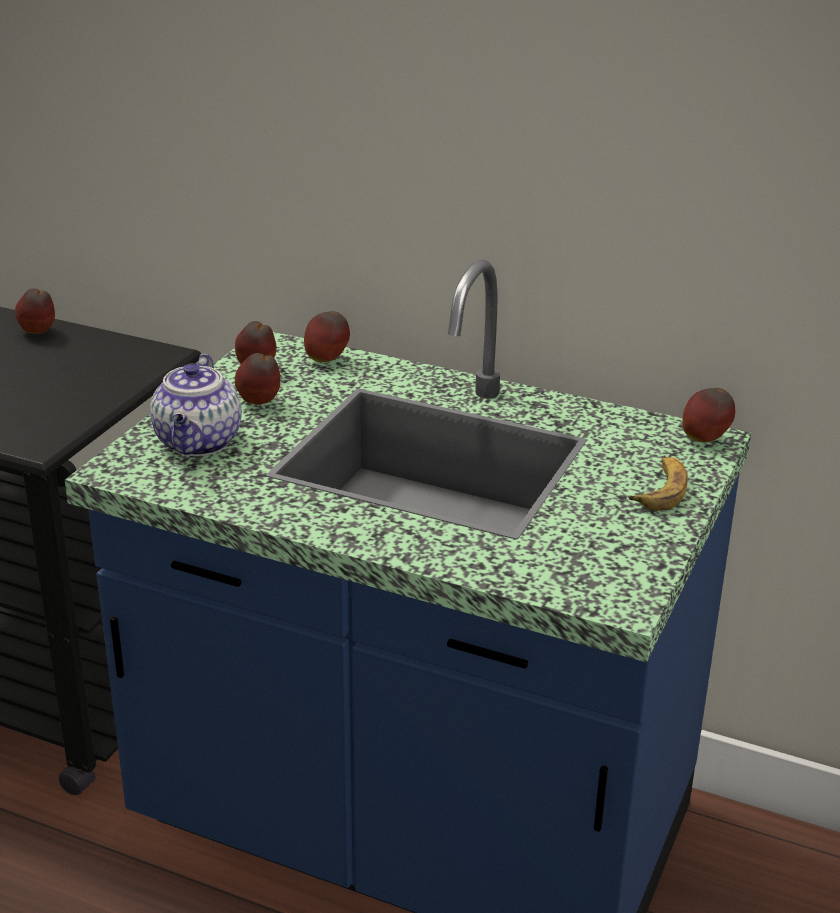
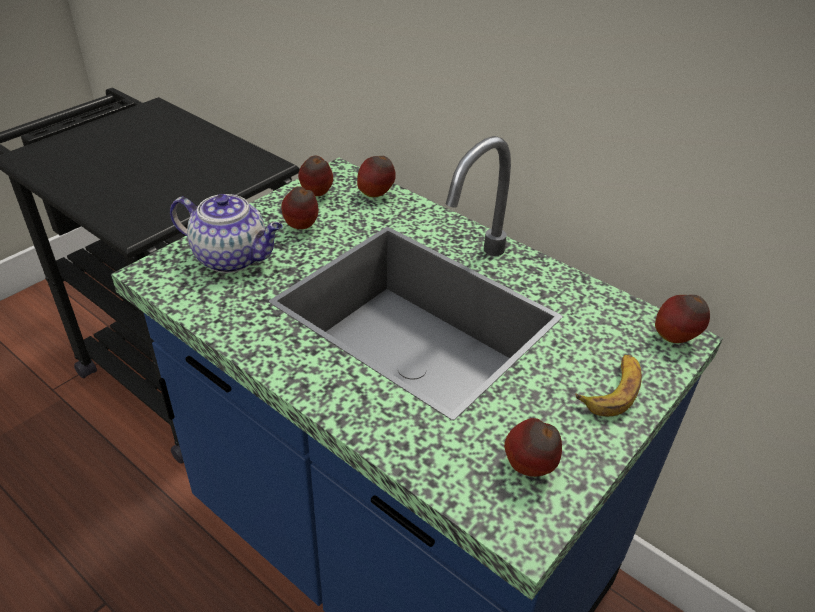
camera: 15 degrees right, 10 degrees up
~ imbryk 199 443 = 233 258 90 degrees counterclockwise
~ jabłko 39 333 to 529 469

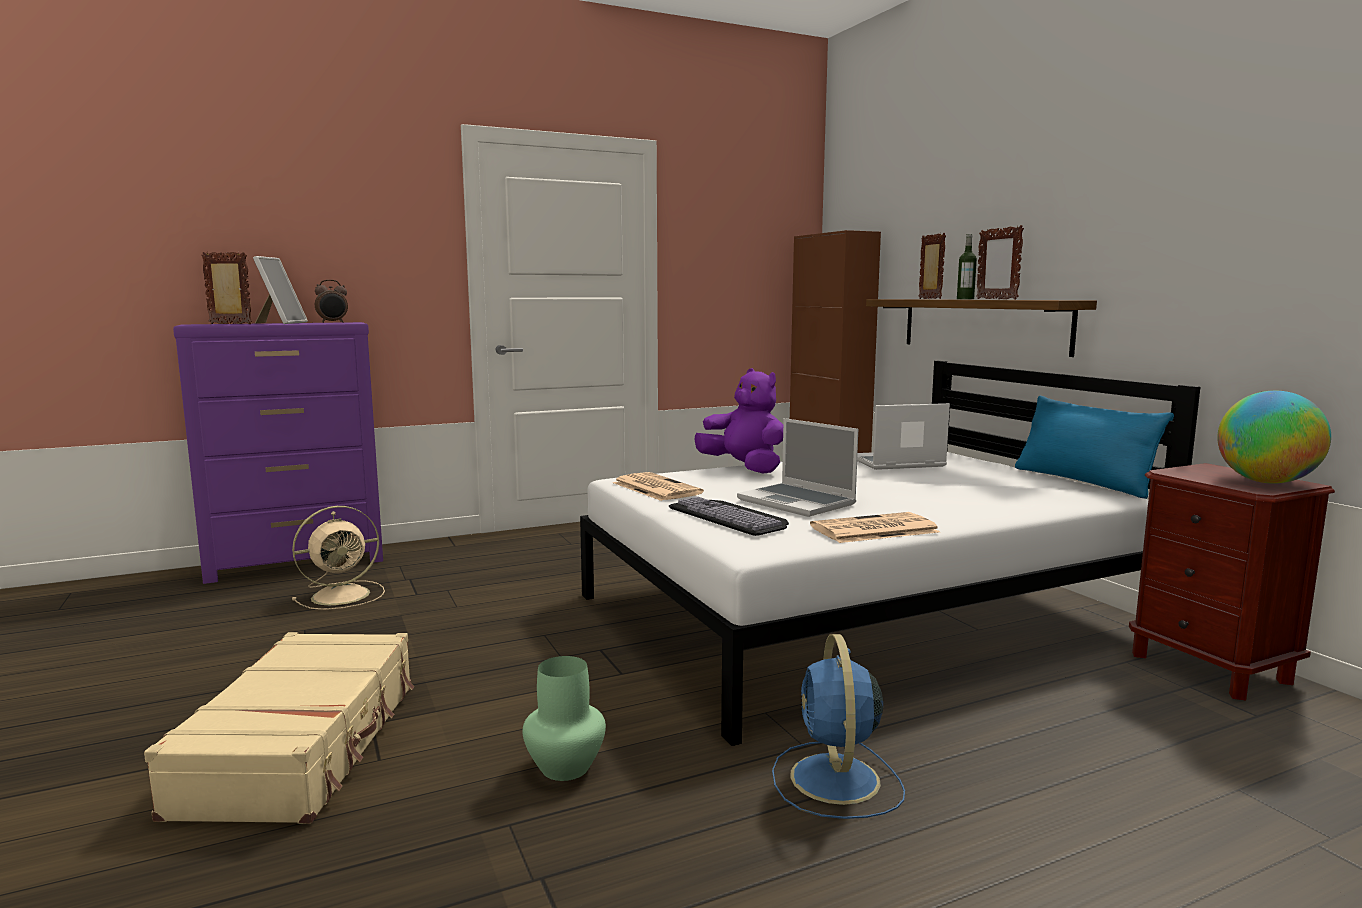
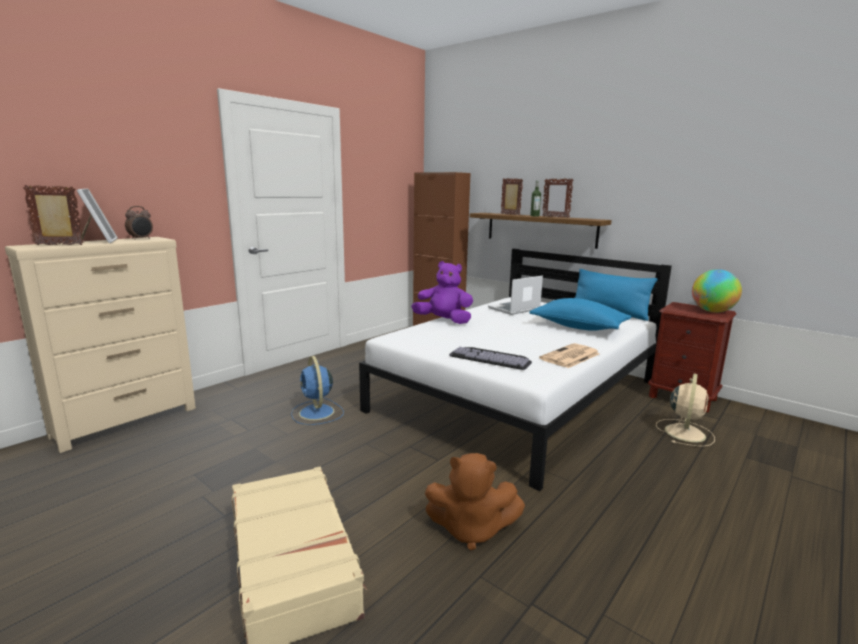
camera: 25 degrees left, 5 degrees up
~ komoda (fioletowy) 298 564 to komoda (beżowy) 128 422
~ wentylator (niebieski) 835 781 to 317 413
~ wazon (zielony) 564 768 to pluszak (brązowy) 471 530
+ poduszka (niebieski) 578 327
~ wentylator (beżowy) 343 595 to 685 432
- gazeta 655 488
- laptop 798 502

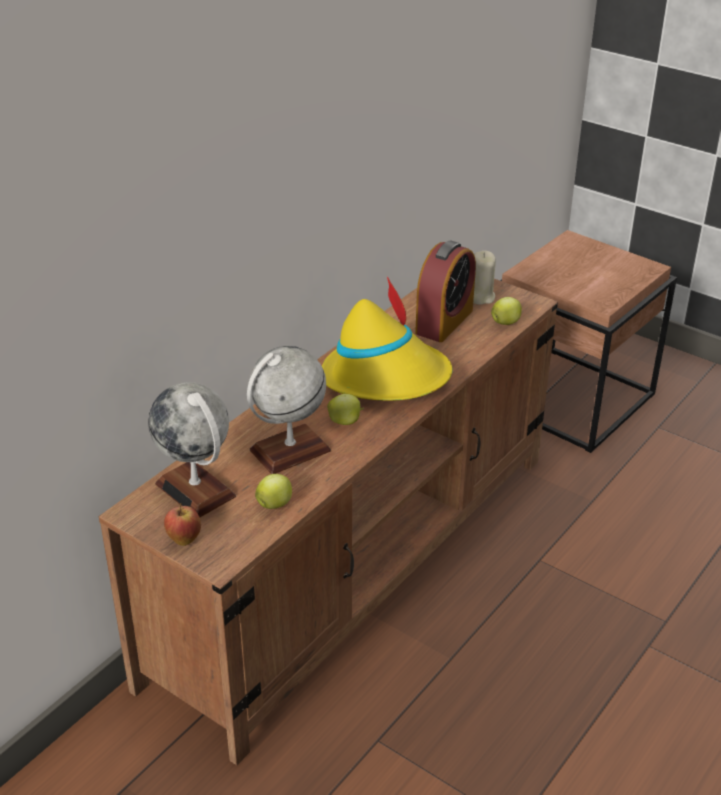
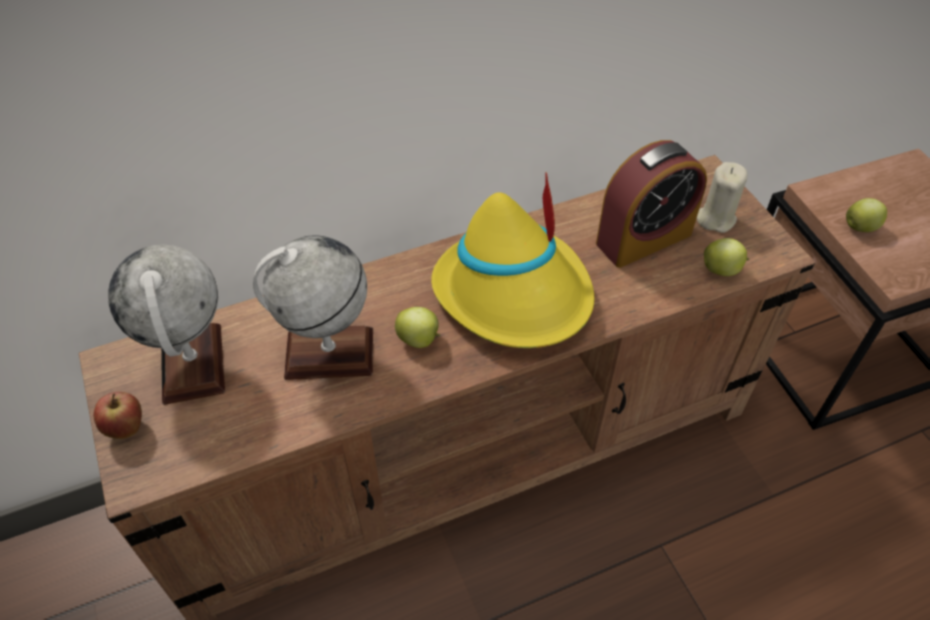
camera: 30 degrees right, 15 degrees up
~ jabłko 275 504 to 860 227

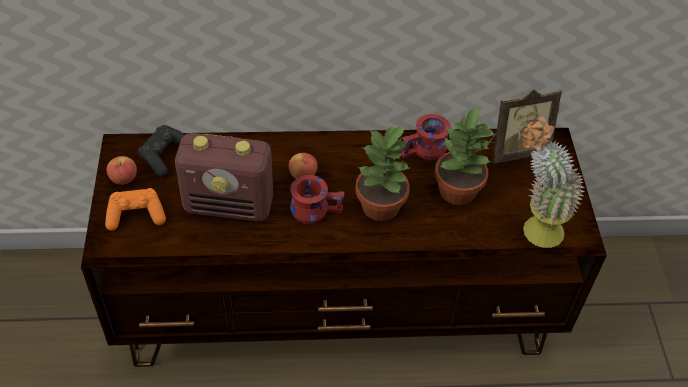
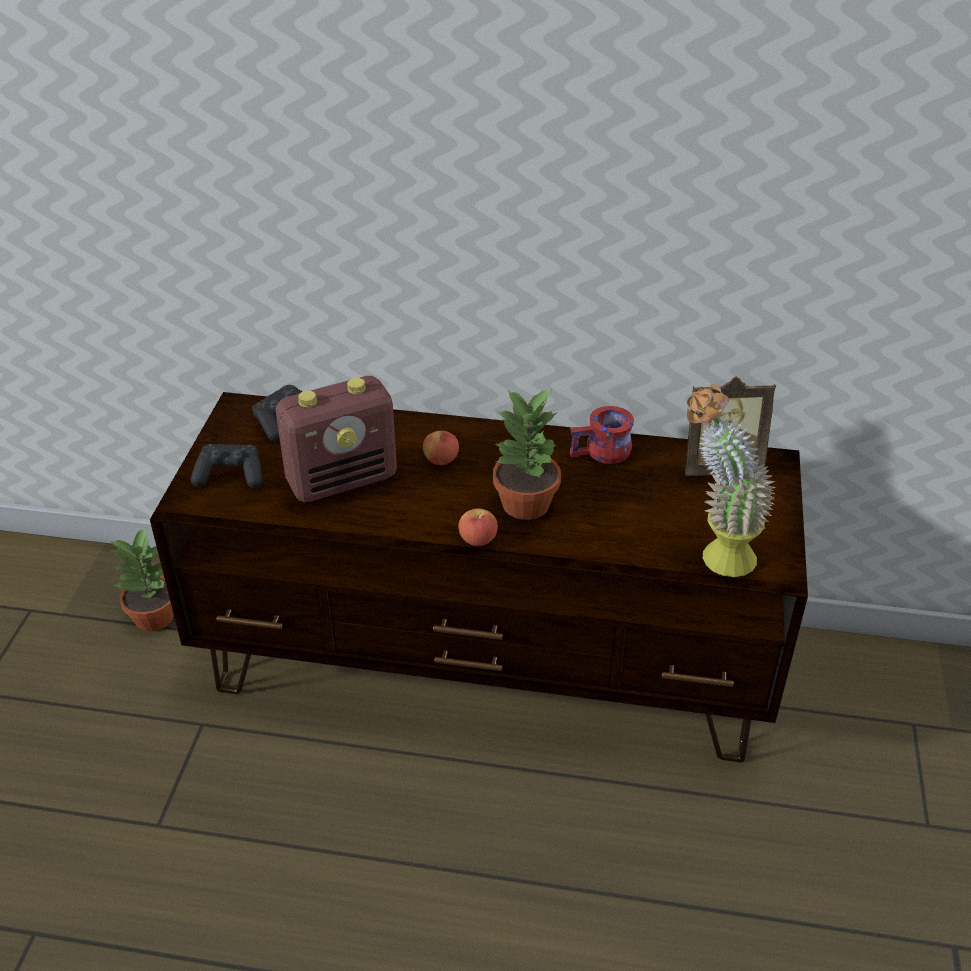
camera: 15 degrees right, 10 degrees down
~ roślina doniczkowa 456 191 to 153 617
~ pad do gier (pomarańczowy) 136 215 to pad do gier (czarny) 230 476
~ radio 230 205 = 343 480 45 degrees counterclockwise
~ jabłko 123 178 to 478 539
- kubek (czerwony) 315 208

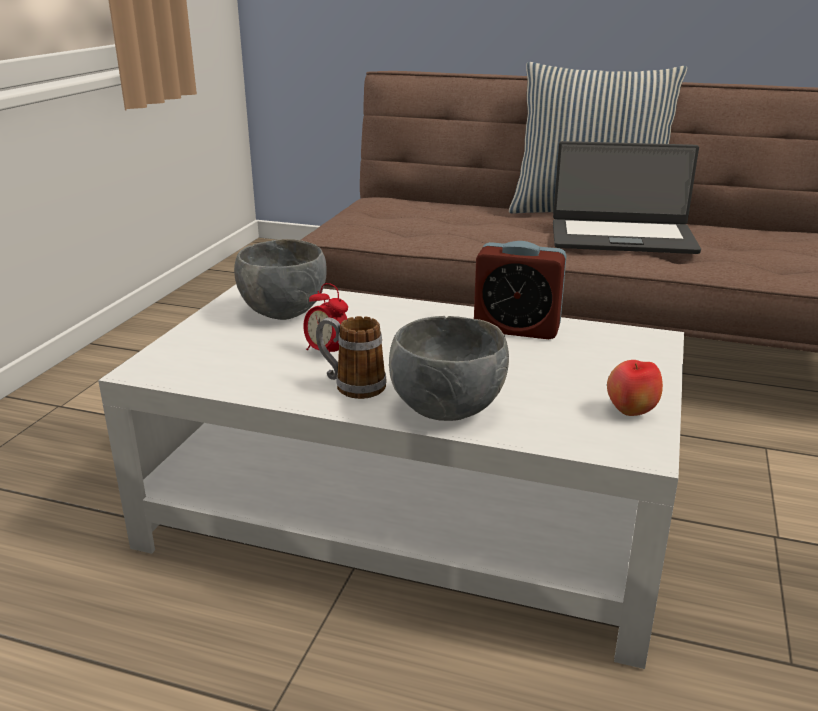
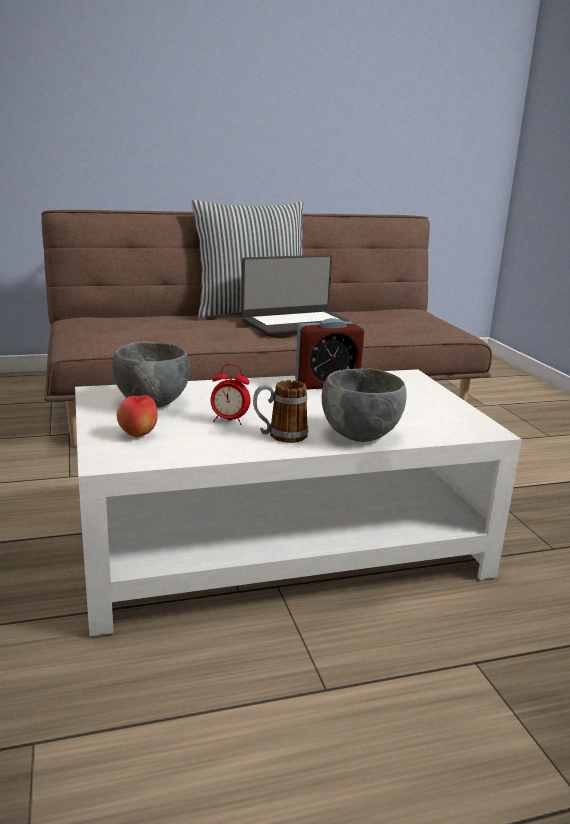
camera: 35 degrees left, 5 degrees down
~ jabłko 630 412 to 137 435

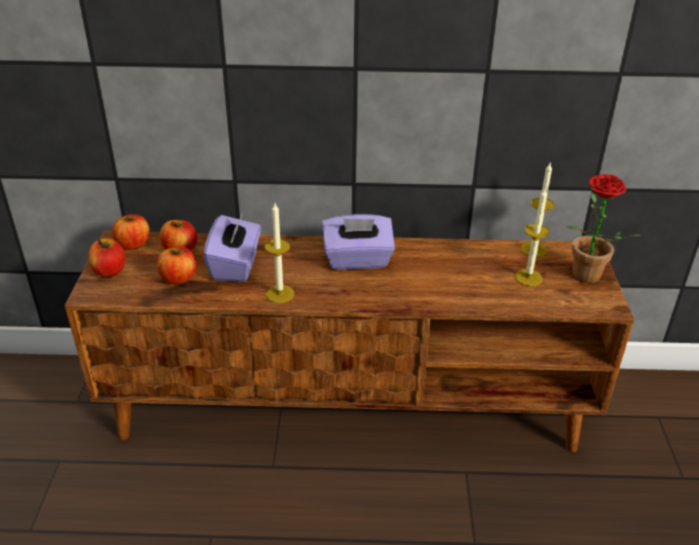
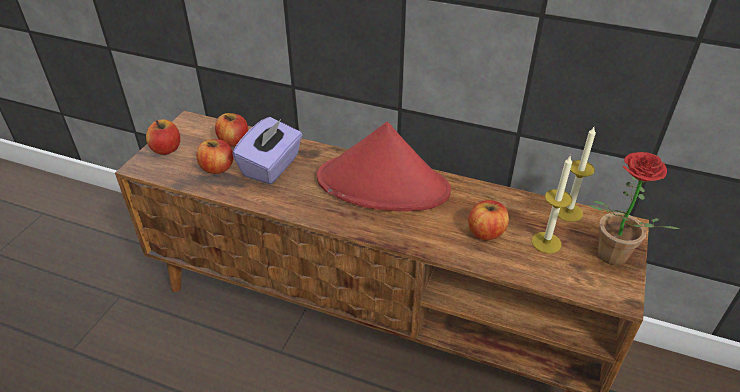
camera: 20 degrees right, 5 degrees up
~ pudełko chusteczek (fioletowy) 357 260 to kapelusz (czerwony) 383 185
~ jabłko 133 244 to 486 232
- świeca 280 294

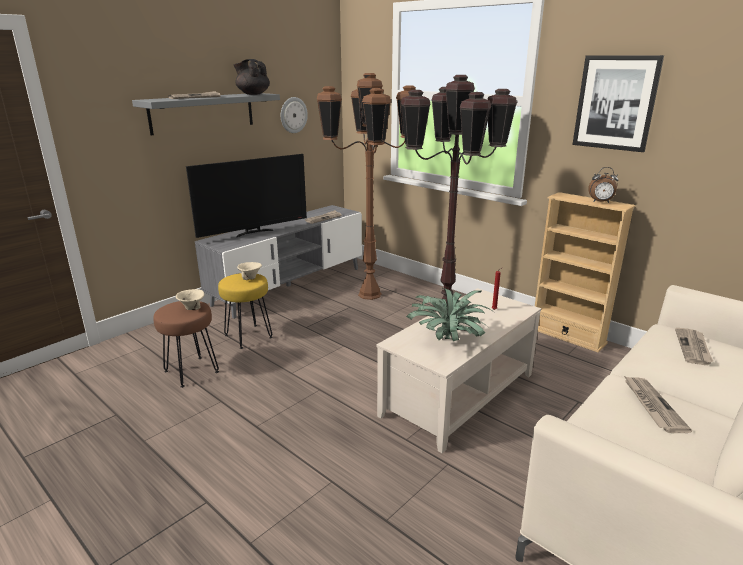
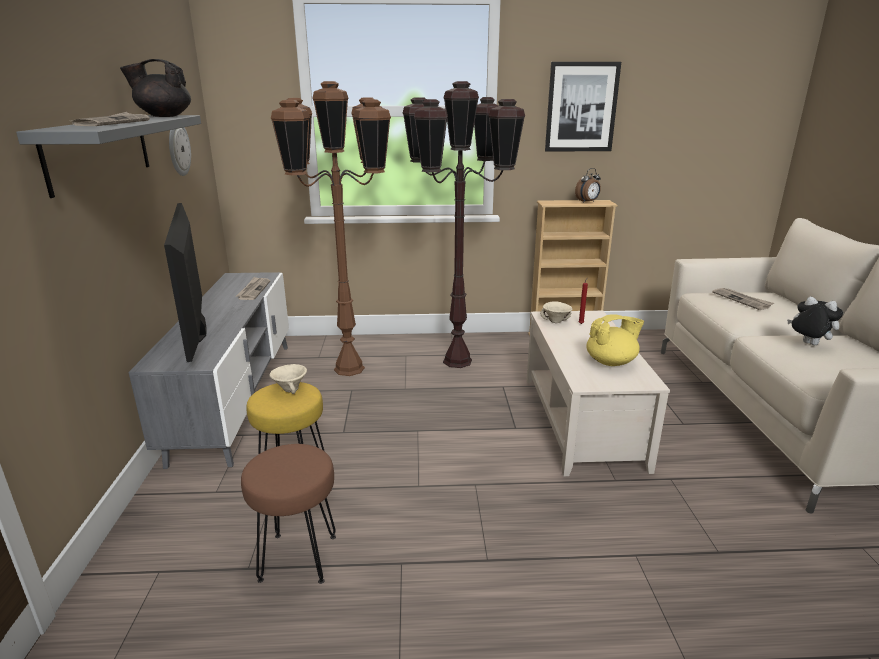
camera: 45 degrees left, 0 degrees up
~ telewizor 253 232 = 198 332 150 degrees clockwise
~ miska (beżowy) 191 308 to 555 321
~ roślina doniczkowa 449 341 to imbryk (żółty) 611 362
~ gazeta 652 405 to pluszak 807 344

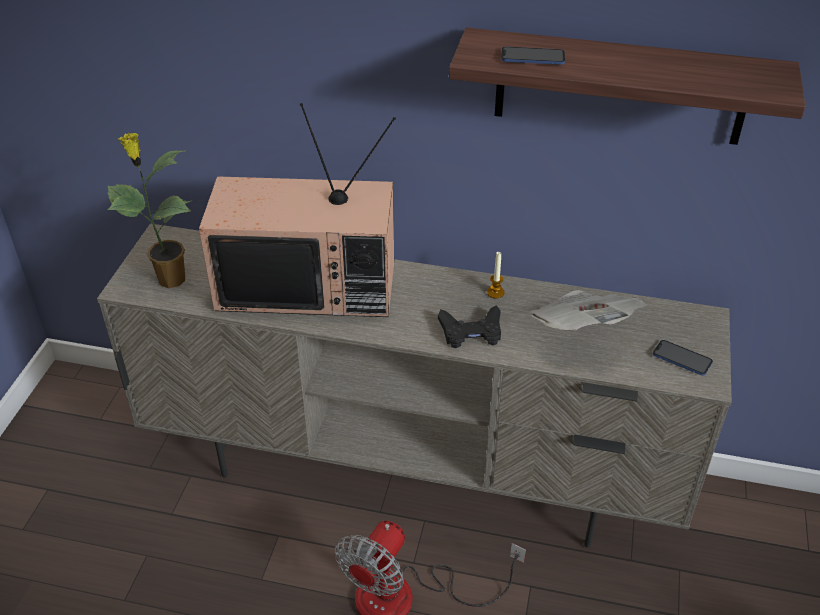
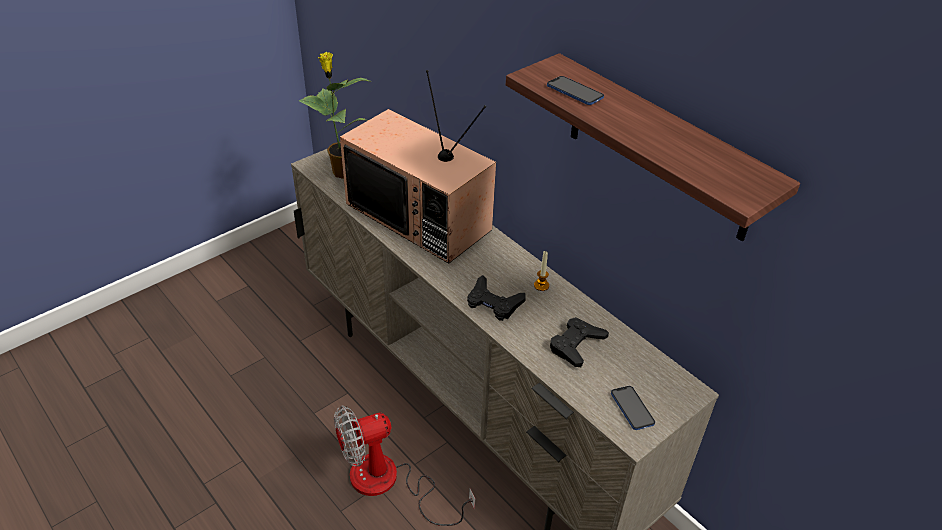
camera: 35 degrees right, 0 degrees up
~ gazeta 582 330 to pad do gier (czarny) 576 345

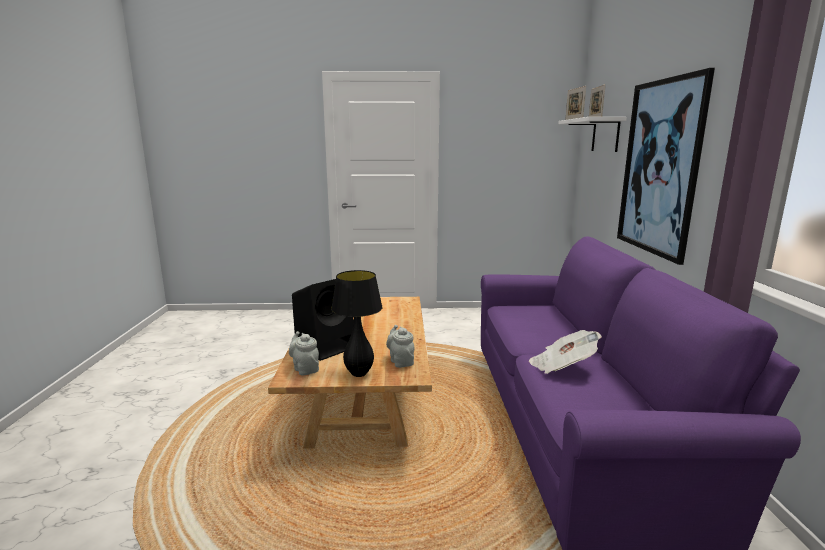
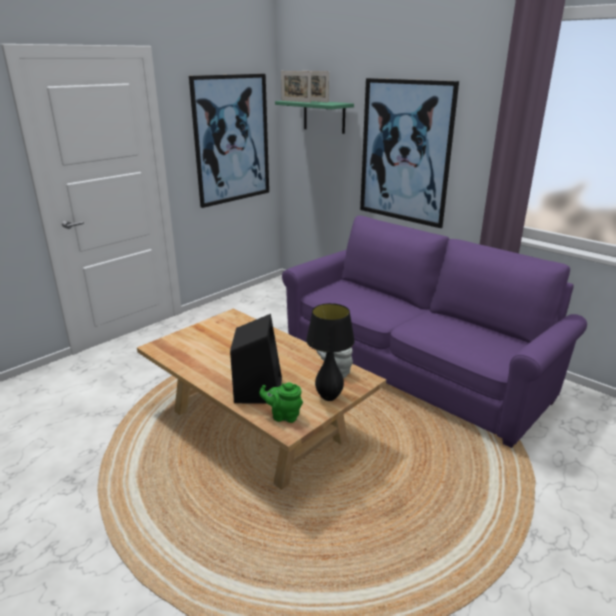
camera: 45 degrees left, 10 degrees up
+ obraz 232 140
~ imbryk (szary) 305 369 to imbryk (zielony) 283 416
~ półka (biały) 605 135 to półka (zielony) 324 116
- gazeta 562 367

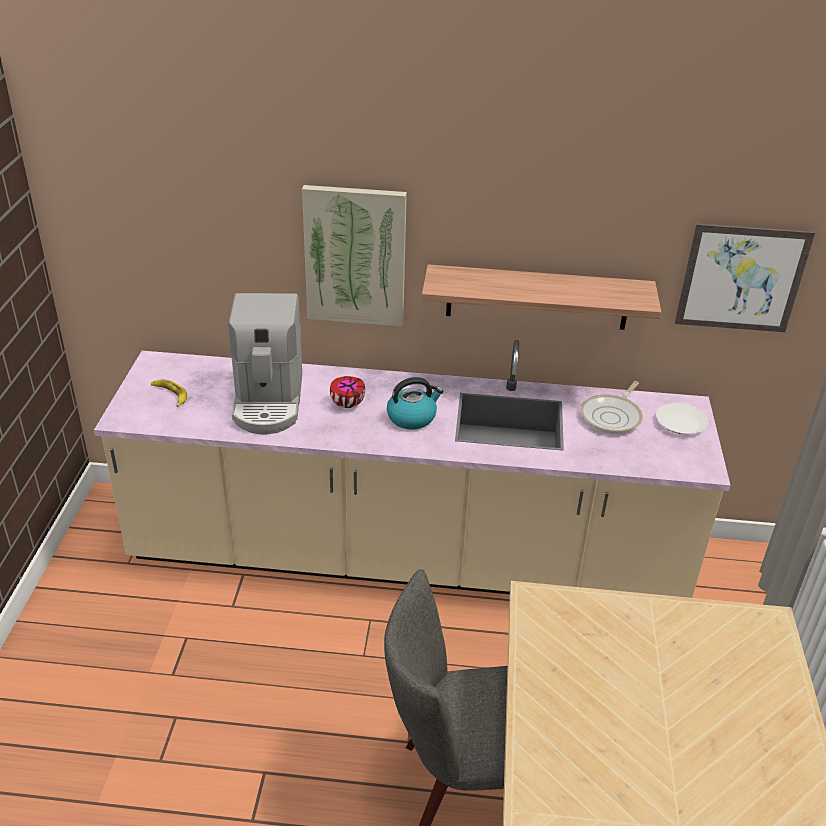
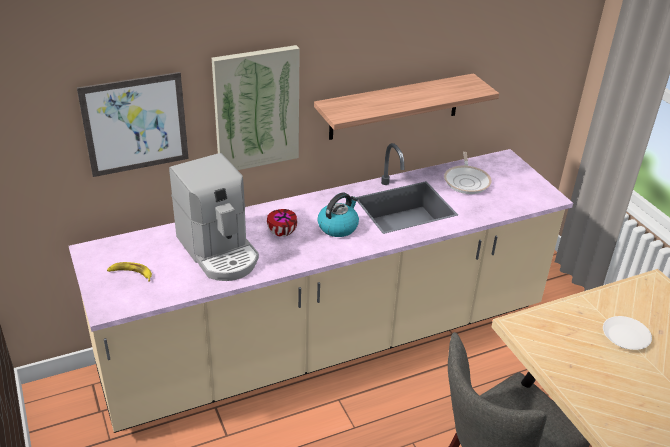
camera: 30 degrees left, 0 degrees up
~ obraz 741 278 to 135 124
~ talerz (biały) 680 423 to 625 336

